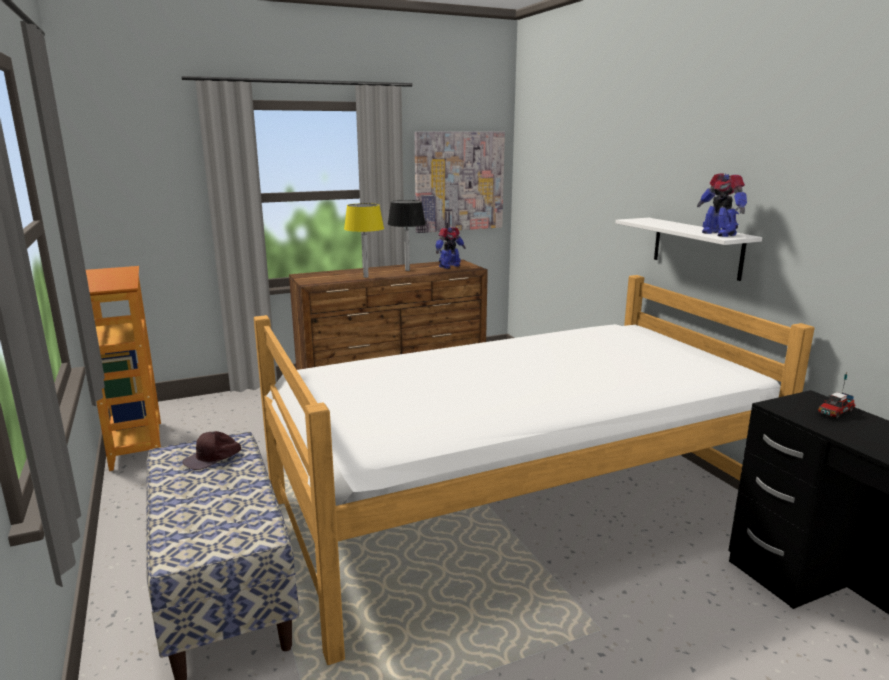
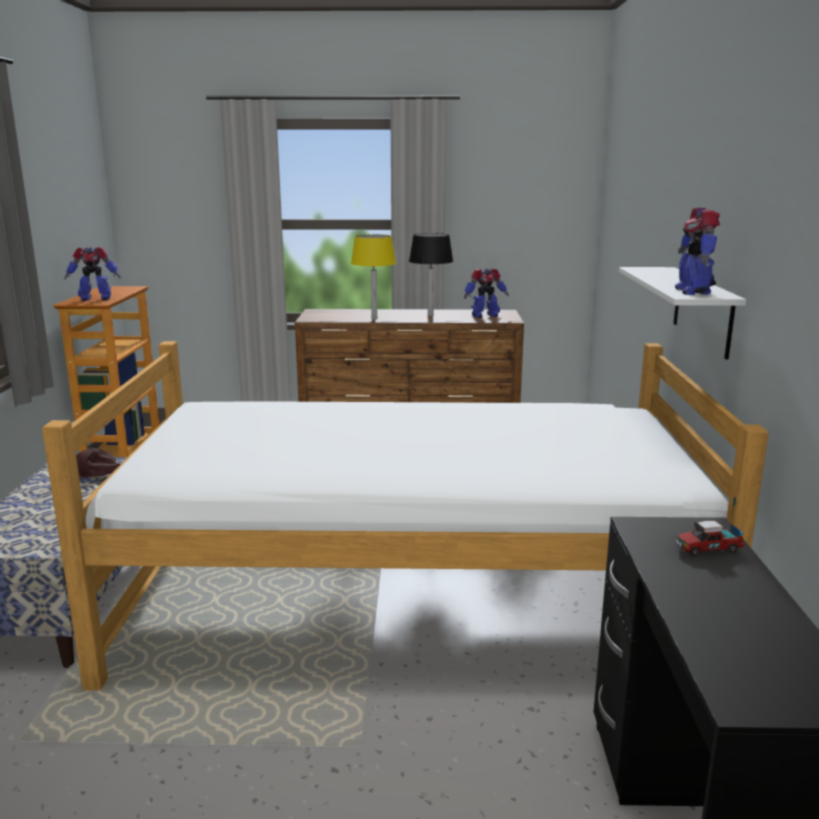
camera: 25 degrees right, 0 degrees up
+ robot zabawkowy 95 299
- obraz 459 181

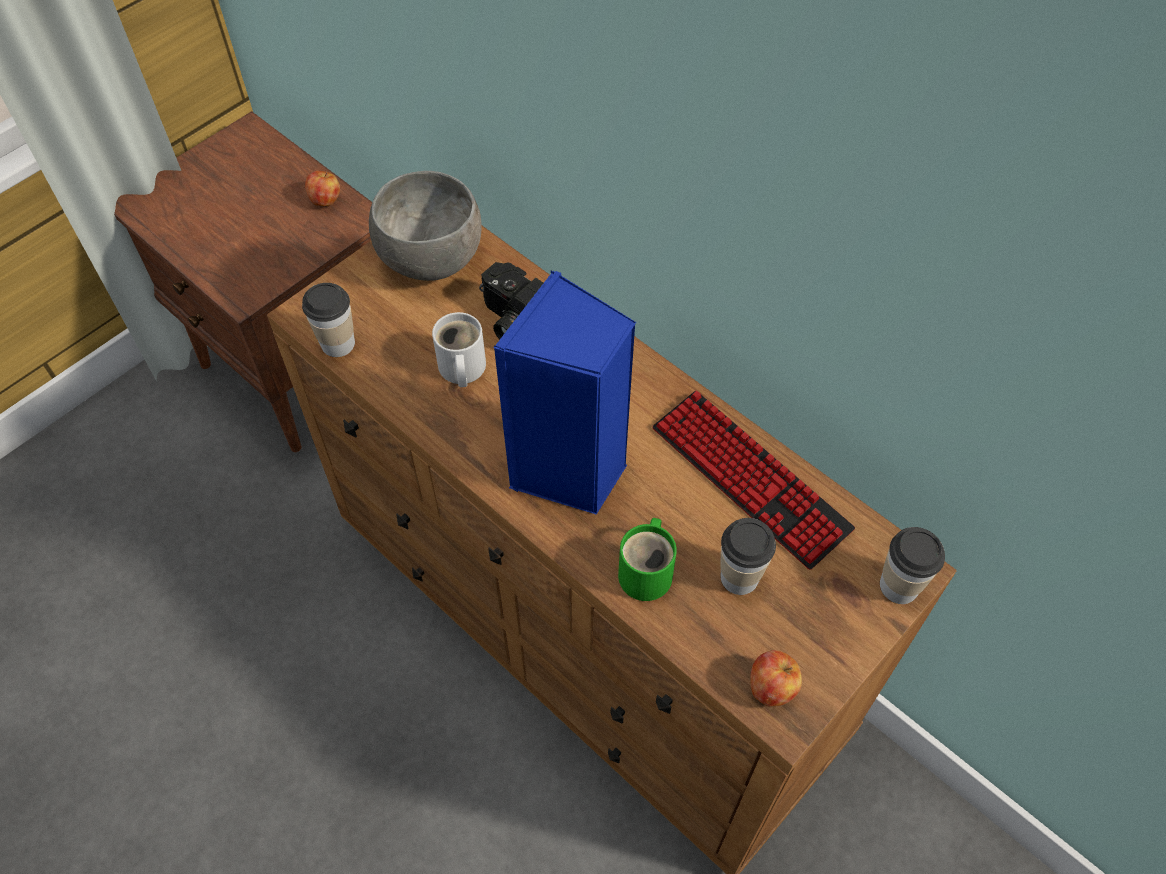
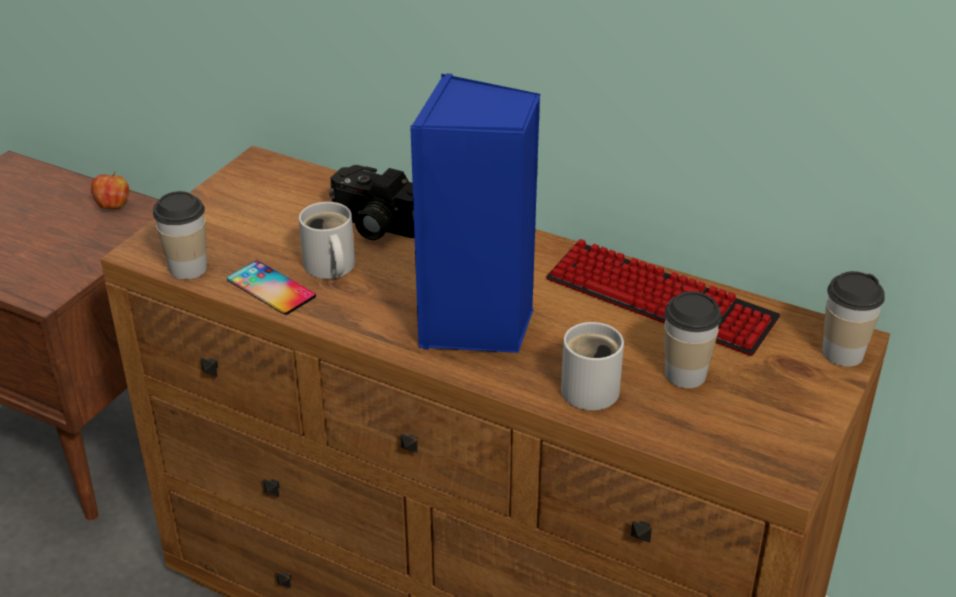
camera: 15 degrees left, 20 degrees down
+ telefon 271 288
~ kubek (zielony) 648 571 to kubek (biały) 591 387
- miska (szary) 432 260
- jabłko 771 687

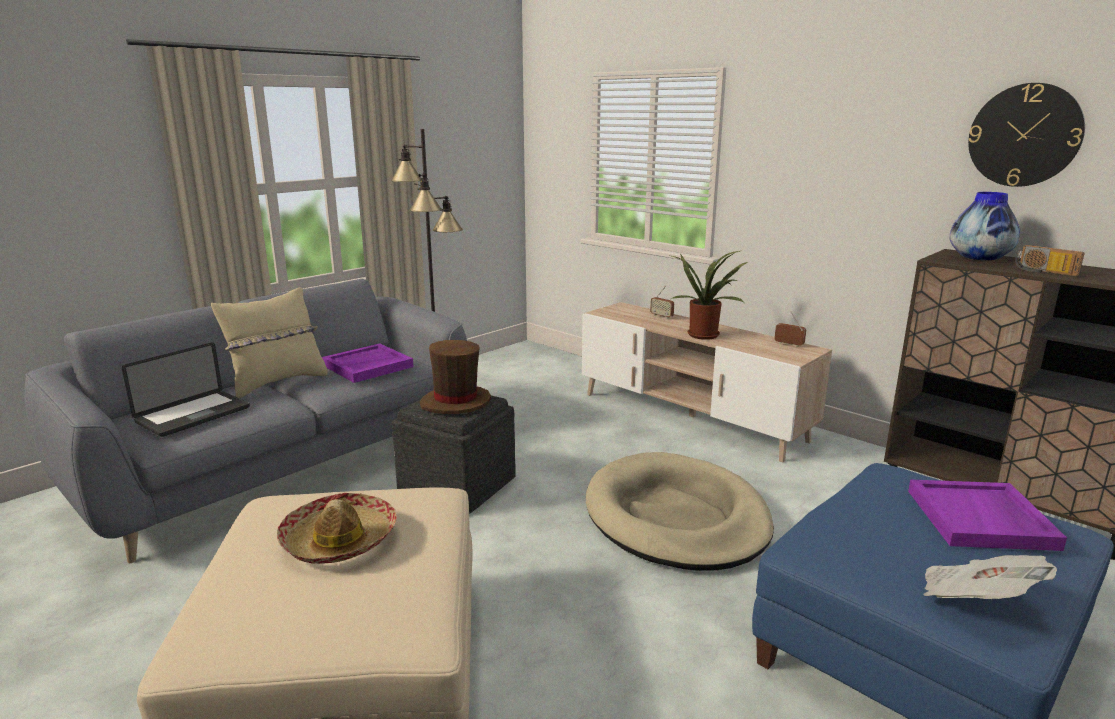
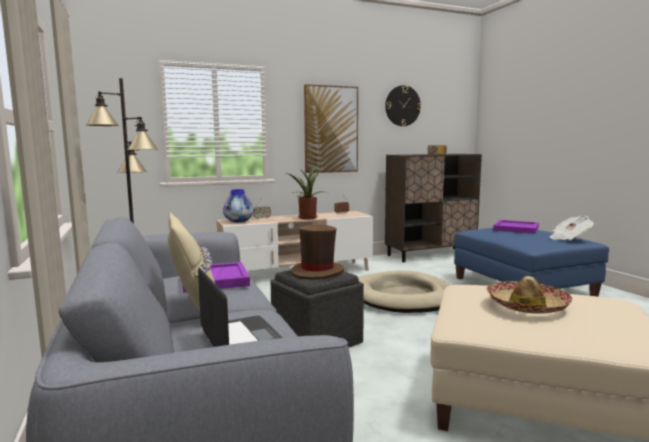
camera: 65 degrees left, 10 degrees down
~ wazon 979 258 to 238 221
+ obraz 331 129

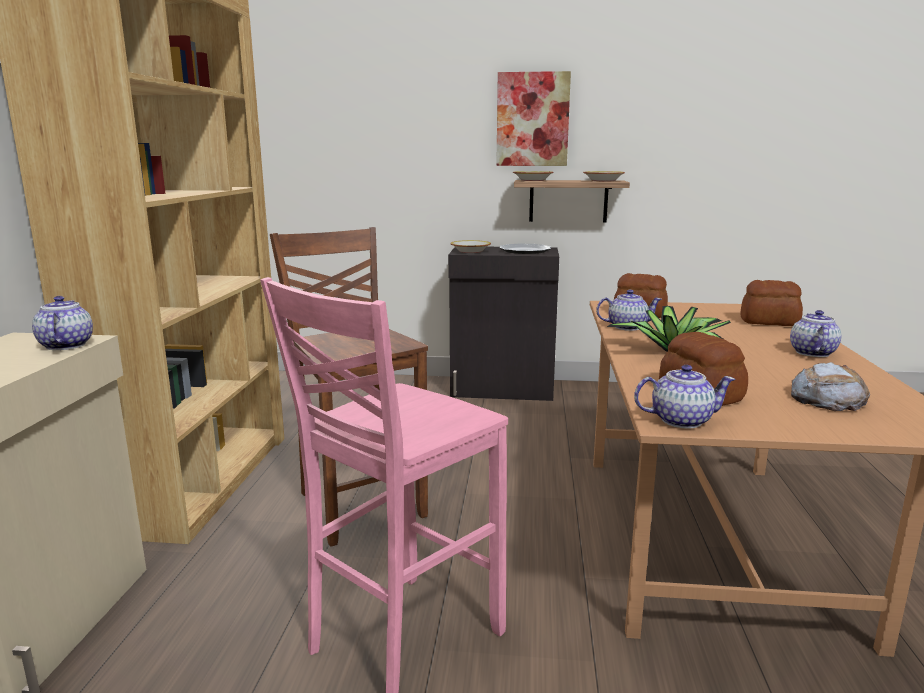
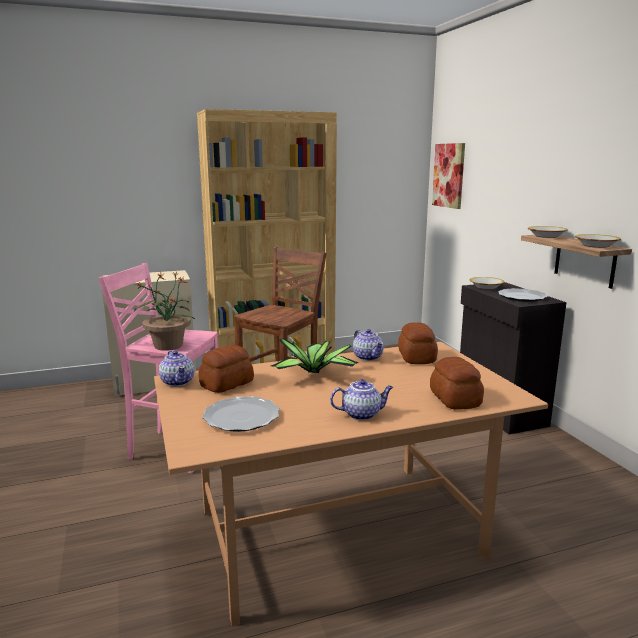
camera: 65 degrees right, 0 degrees up
+ roślina doniczkowa 168 345
~ chleb 827 398 to talerz 241 417
~ obraz 532 119 to 449 175
- imbryk 66 345

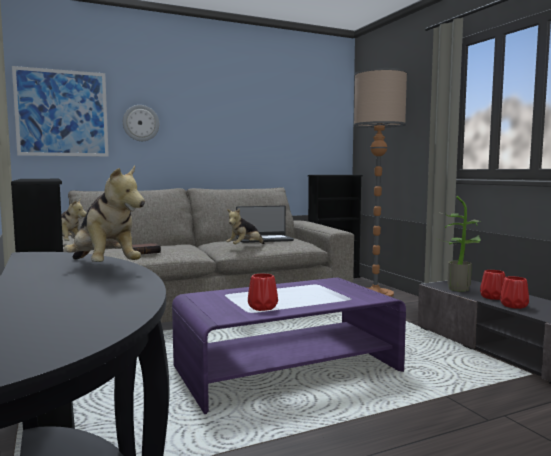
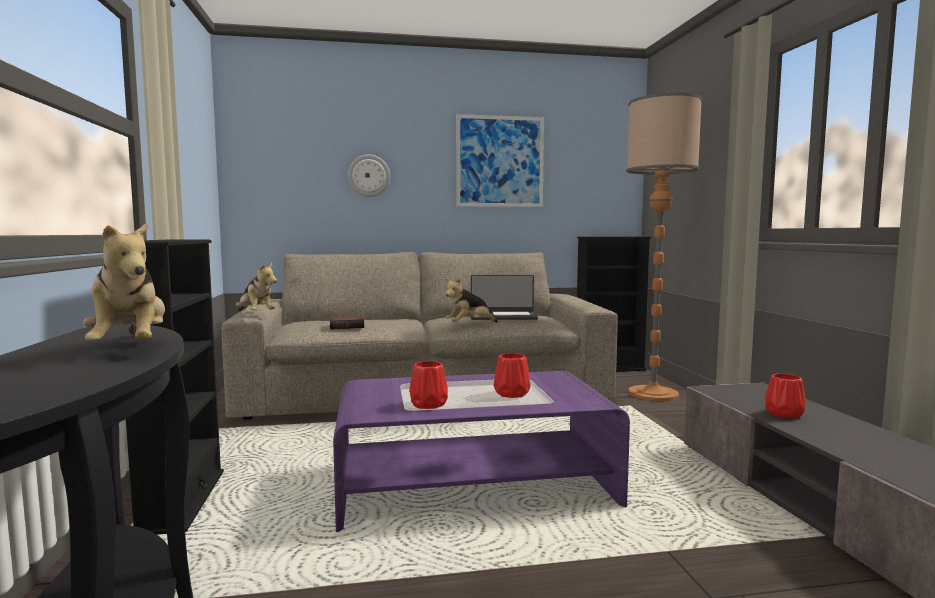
camera: 15 degrees right, 0 degrees up
~ obraz 62 113 to 500 161
~ wazon (czerwony) 513 305 to 512 393
- roślina doniczkowa 459 288

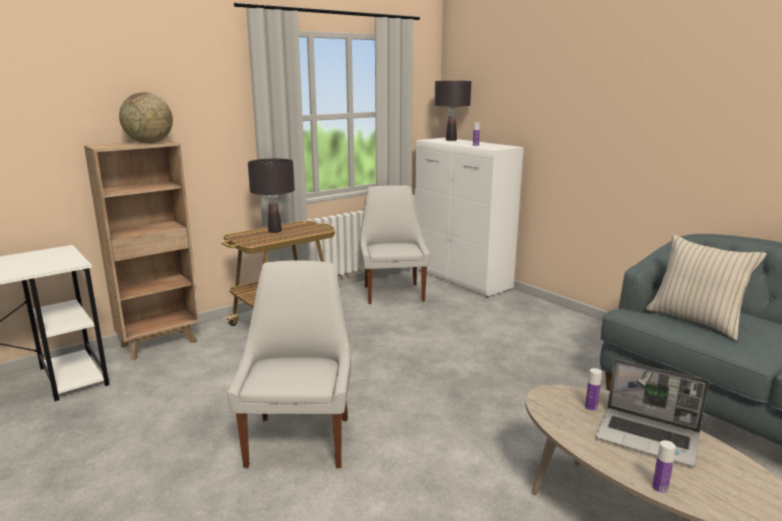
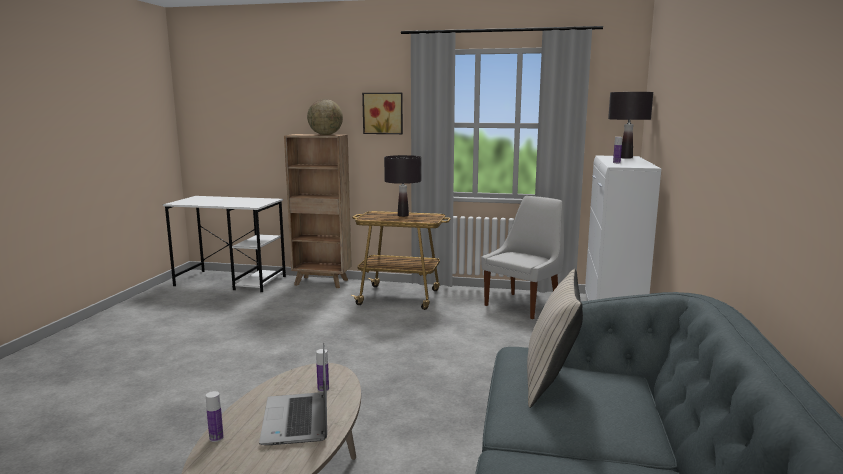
camera: 50 degrees right, 5 degrees down
+ obraz 383 113
- krzesło (biały) 300 439

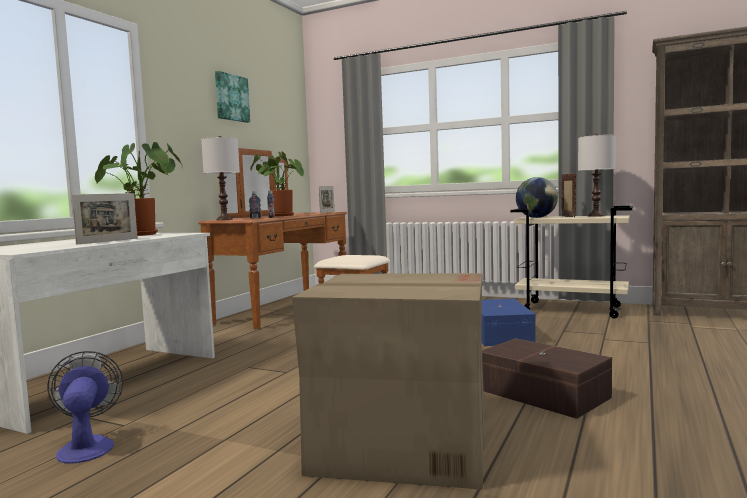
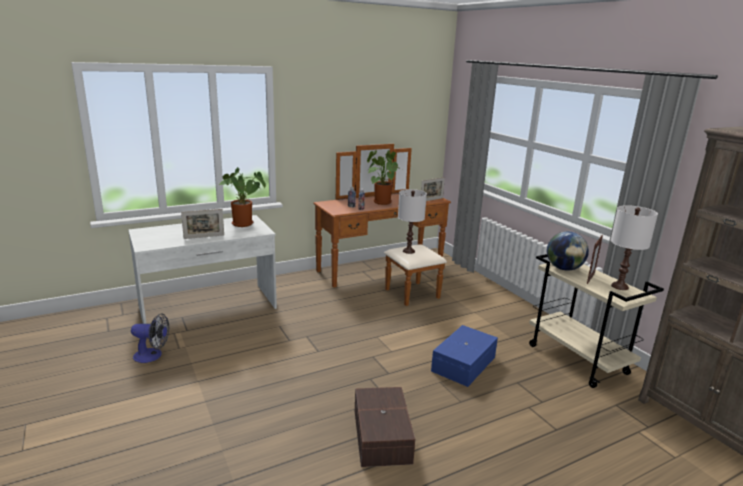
camera: 35 degrees right, 15 degrees up
~ wentylator 87 446 = 152 356 75 degrees clockwise
~ lampa stołowa (biały) 224 220 to 408 251
- obraz 231 98
- karton 401 441

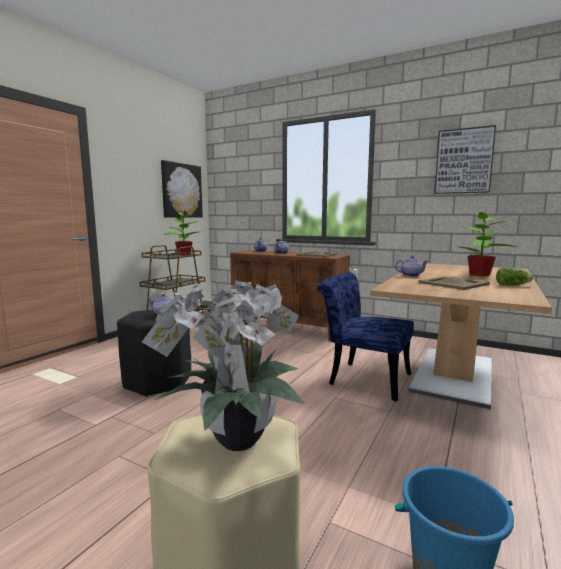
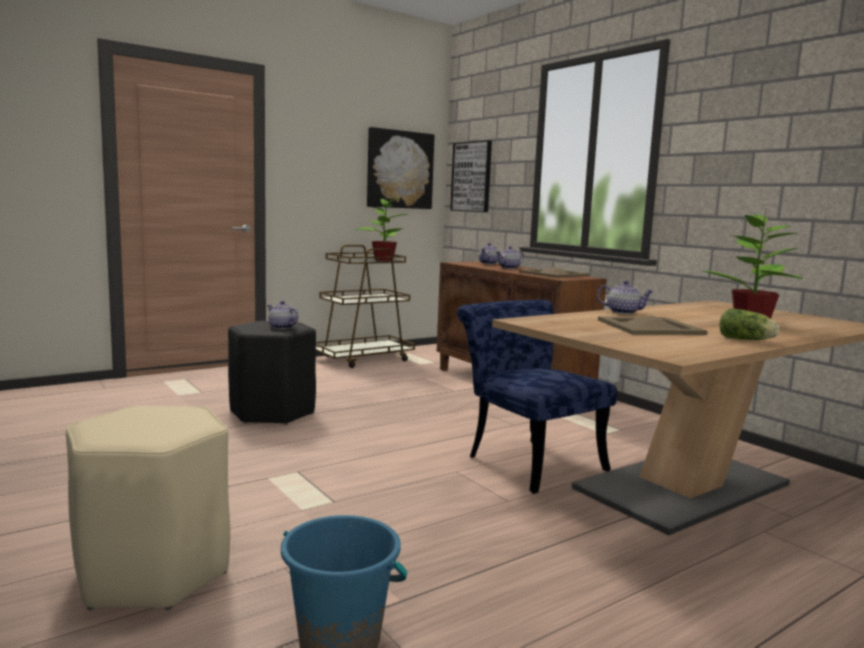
camera: 25 degrees right, 0 degrees up
~ obraz 464 161 to 472 177
- roślina doniczkowa 233 440

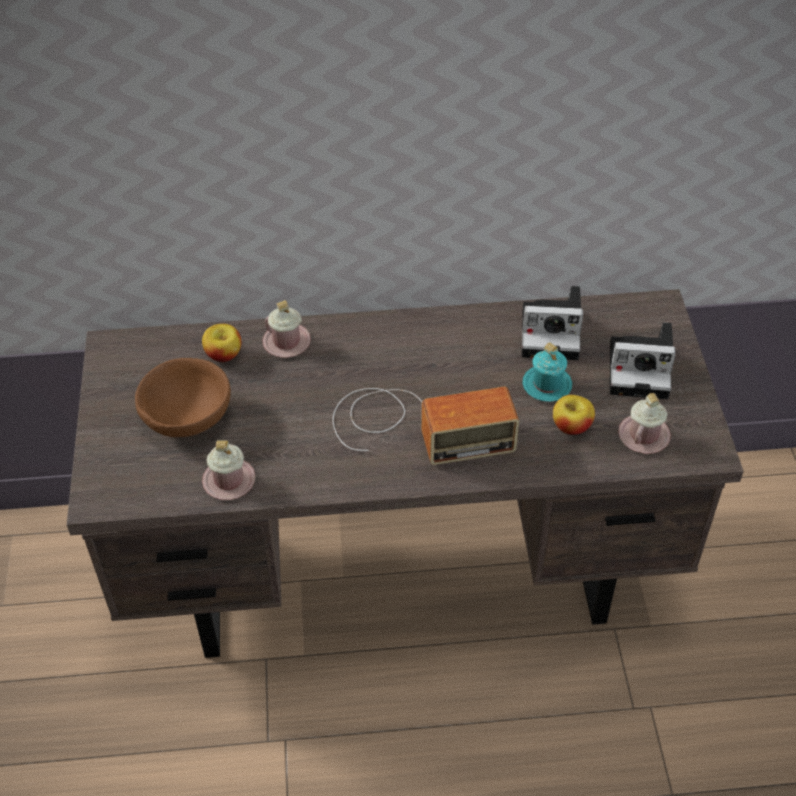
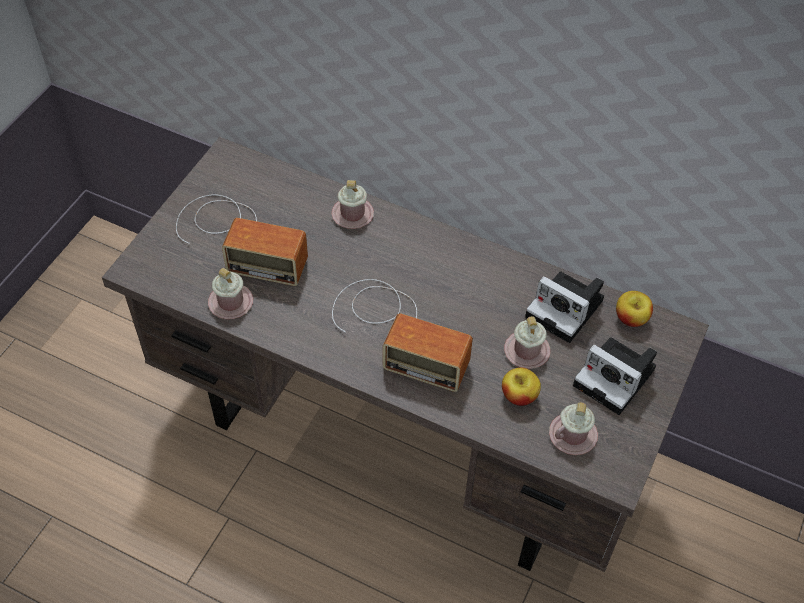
camera: 30 degrees right, 5 degrees up
~ miska (brązowy) 188 417 to radio 239 238
~ kubek (turkusowy) 547 385 to kubek (różowy) 526 351
~ jabłko 224 354 to 631 318

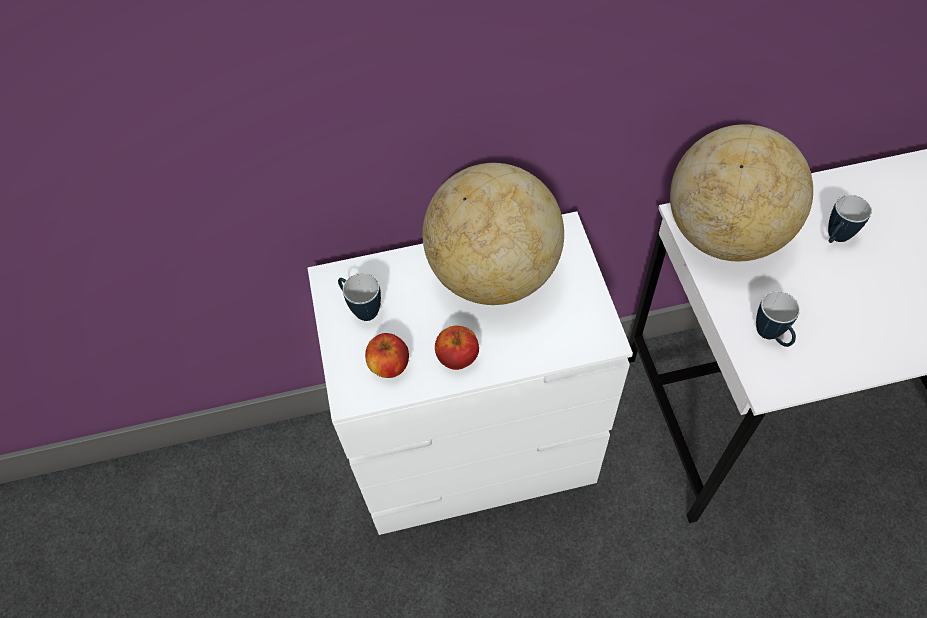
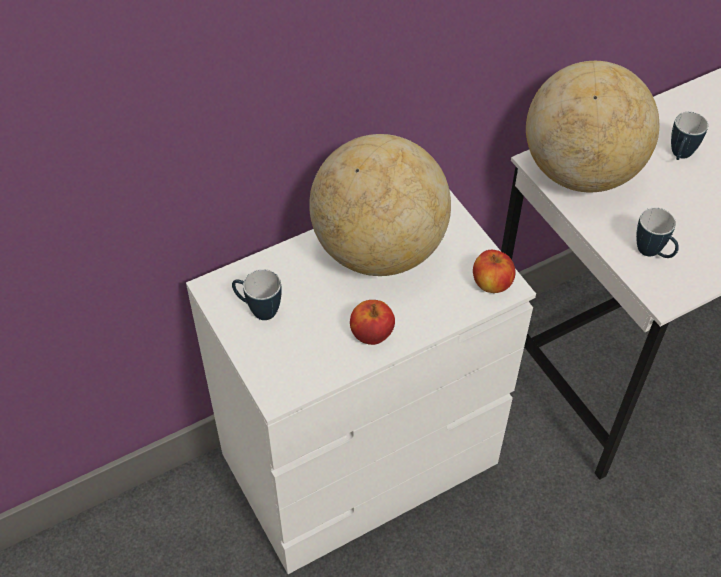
camera: 20 degrees left, 5 degrees down
~ jabłko 389 366 to 492 284

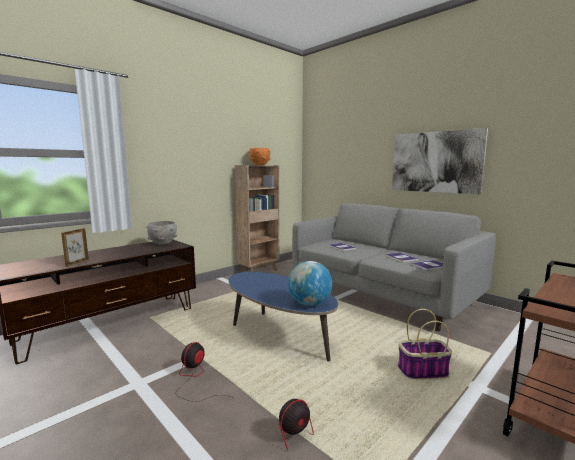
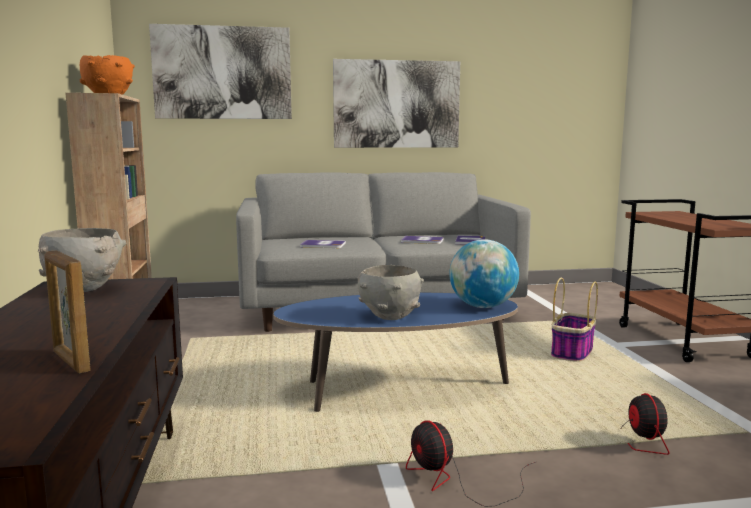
camera: 55 degrees left, 0 degrees up
+ obraz 222 73
+ miska (szary) 389 317

